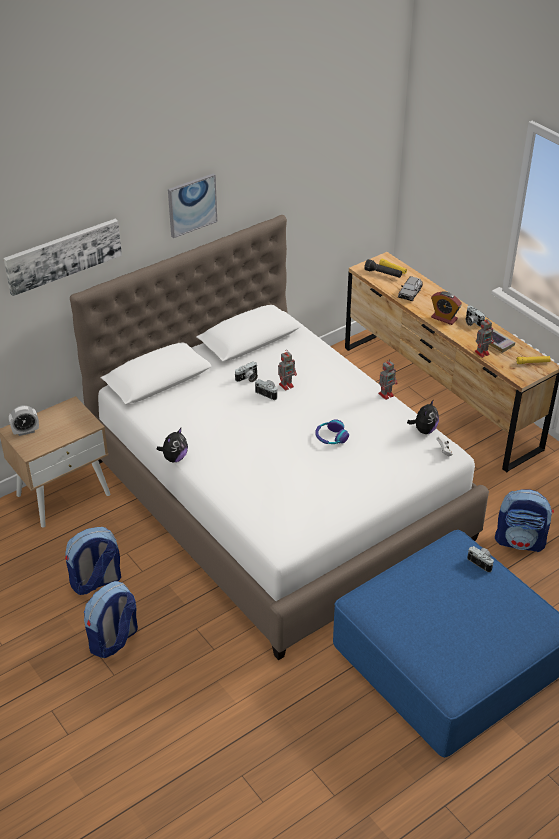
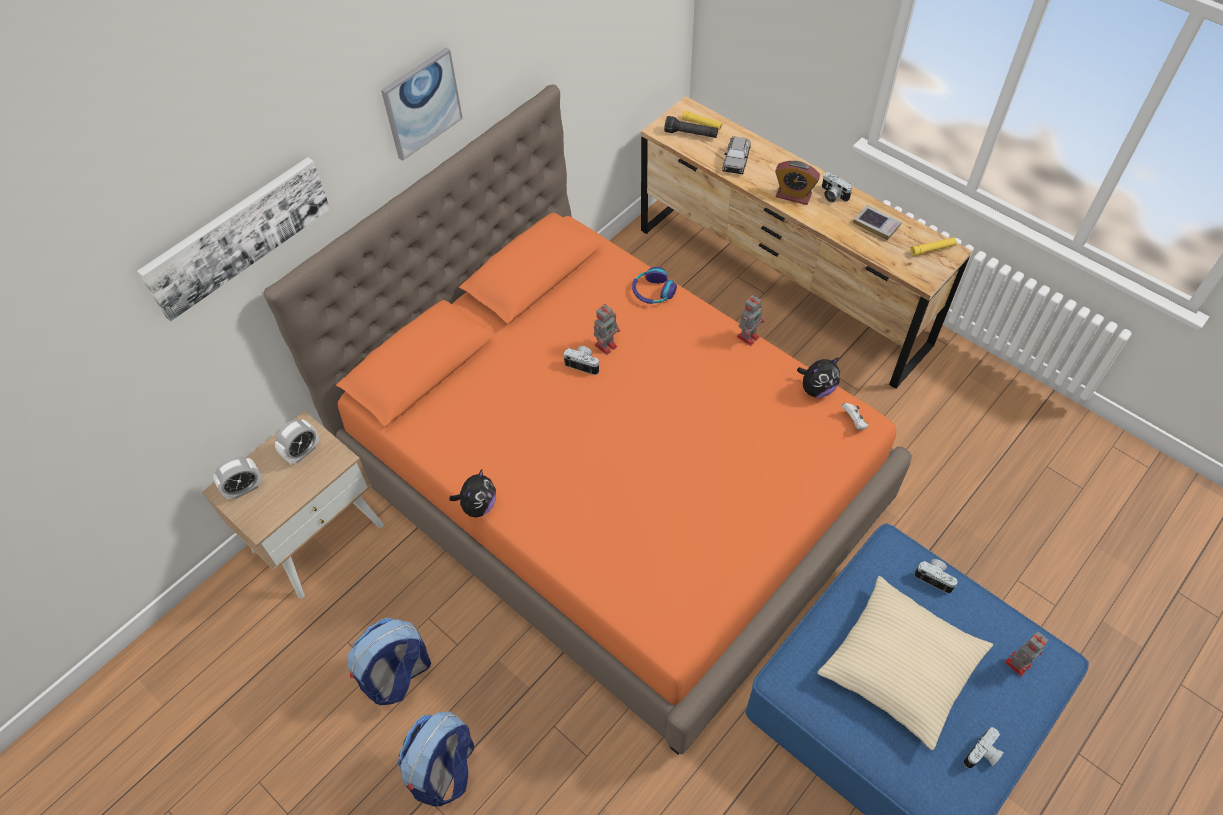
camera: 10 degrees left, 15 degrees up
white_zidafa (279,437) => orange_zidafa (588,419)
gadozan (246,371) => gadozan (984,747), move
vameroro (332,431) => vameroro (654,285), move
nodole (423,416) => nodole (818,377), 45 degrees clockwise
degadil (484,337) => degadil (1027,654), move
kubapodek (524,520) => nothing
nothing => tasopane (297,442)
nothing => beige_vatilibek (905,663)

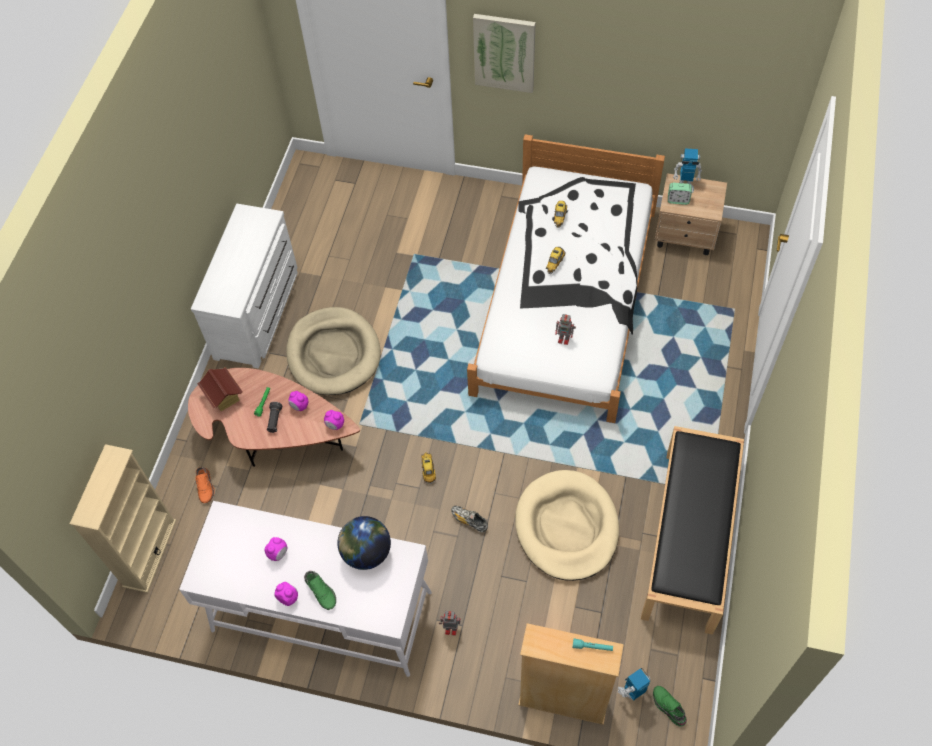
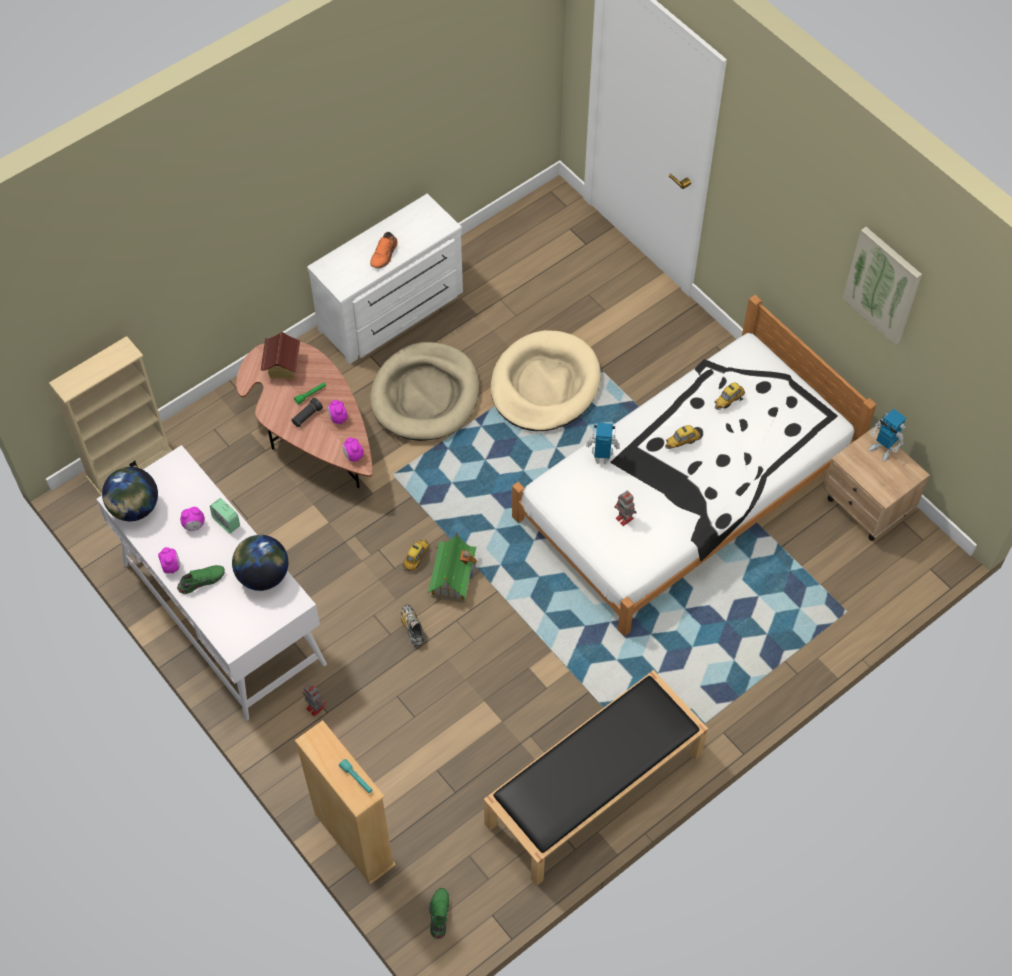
camera: 35 degrees right, 0 degrees up
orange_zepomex (205,485) => orange_zepomex (384,250), move
green_zepomex (320,590) => green_zepomex (201,579), 120 degrees counterclockwise
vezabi (504,53) => vezabi (882,286), move
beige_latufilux (567,525) => beige_latufilux (546,380), move
degadil (634,684) => degadil (603,443), move
tasopane (680,194) => tasopane (225,516), move
nothing => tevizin (130,494)
nothing => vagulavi (452,568)

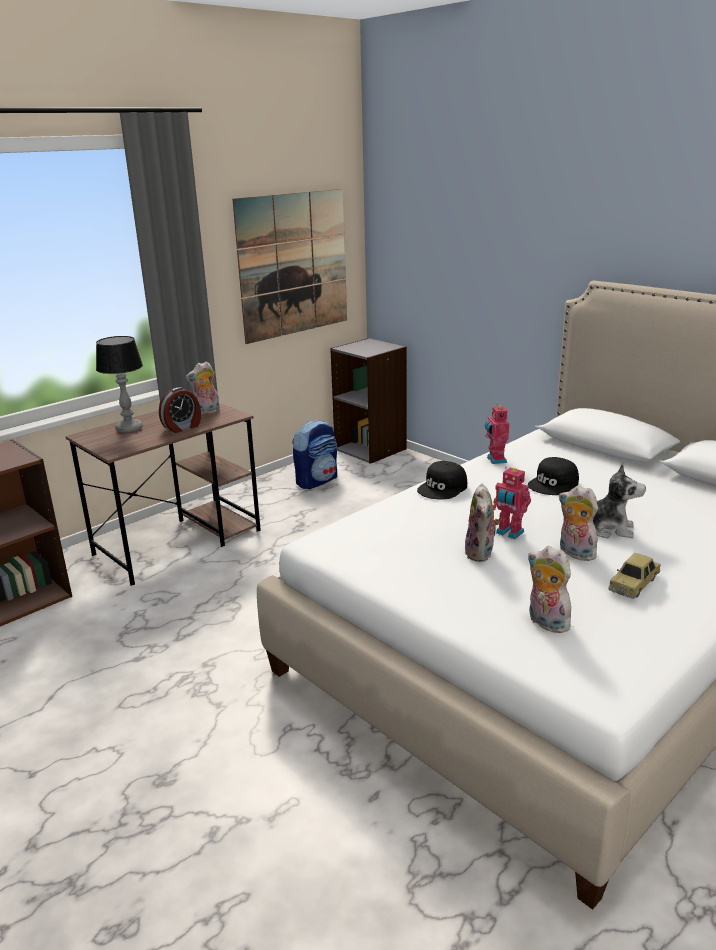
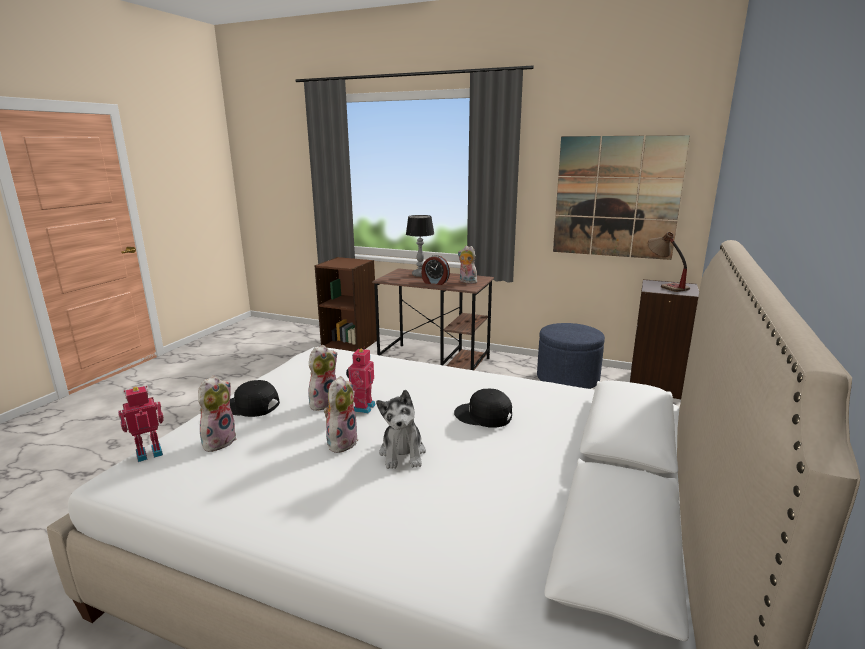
camera: 65 degrees right, 5 degrees down
kubapodek (314,454) => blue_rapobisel (571,356)
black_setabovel (442,480) => black_setabovel (255,398), move
nodole (482,523) => nodole (322,378), 150 degrees clockwise
degadil (497,434) => degadil (141,424), move
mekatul (634,576) => nothing
nothing => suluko (669,262)

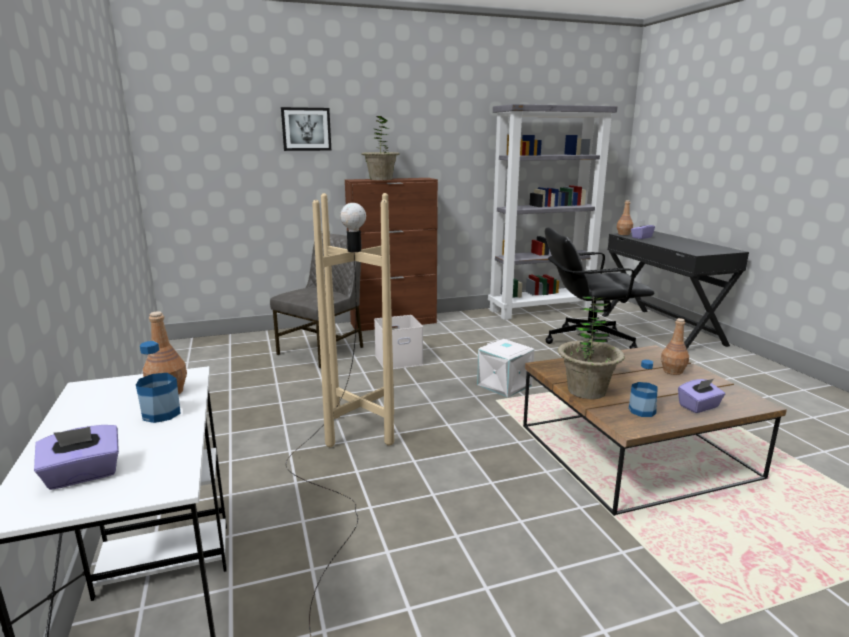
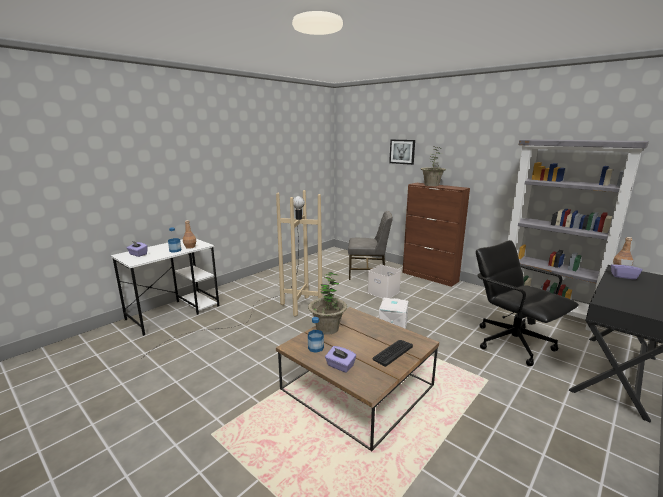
camera: 60 degrees right, 0 degrees up
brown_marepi (675,346) => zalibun (392,353)

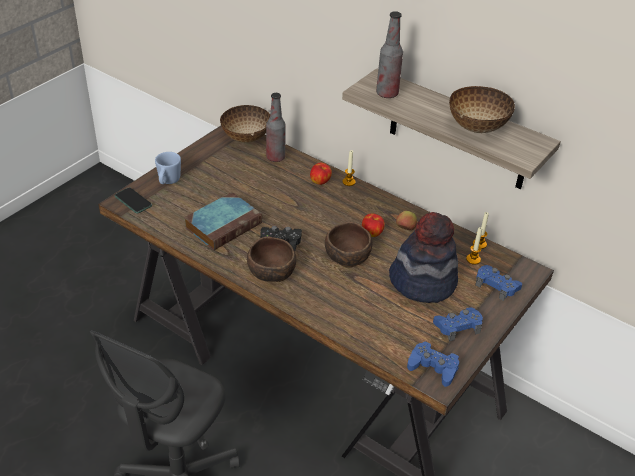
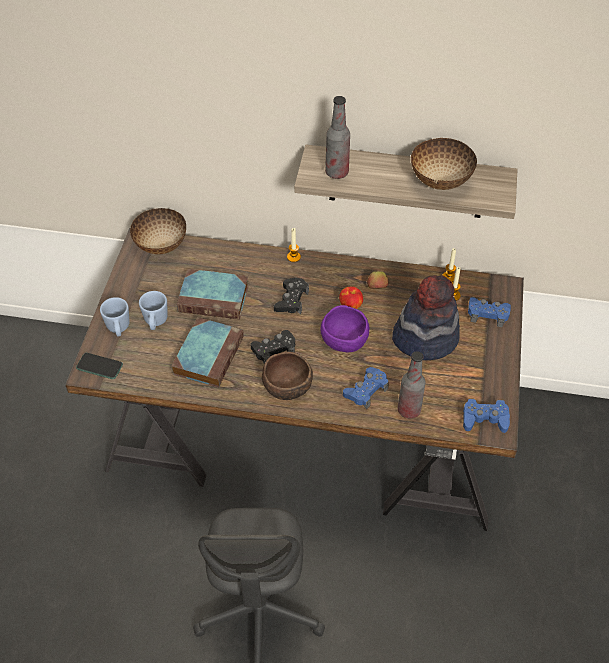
camera: 25 degrees left, 10 degrees up
marepi (275,127) => marepi (412,385), move
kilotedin (321,174) => nothing
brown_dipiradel (348,245) => purple_dipiradel (345,329)
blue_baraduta (458,324) => blue_baraduta (366,388), move
nothing => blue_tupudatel (153,310)
nothing => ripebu (213,294)
nothing => black_baraduta (291,296)

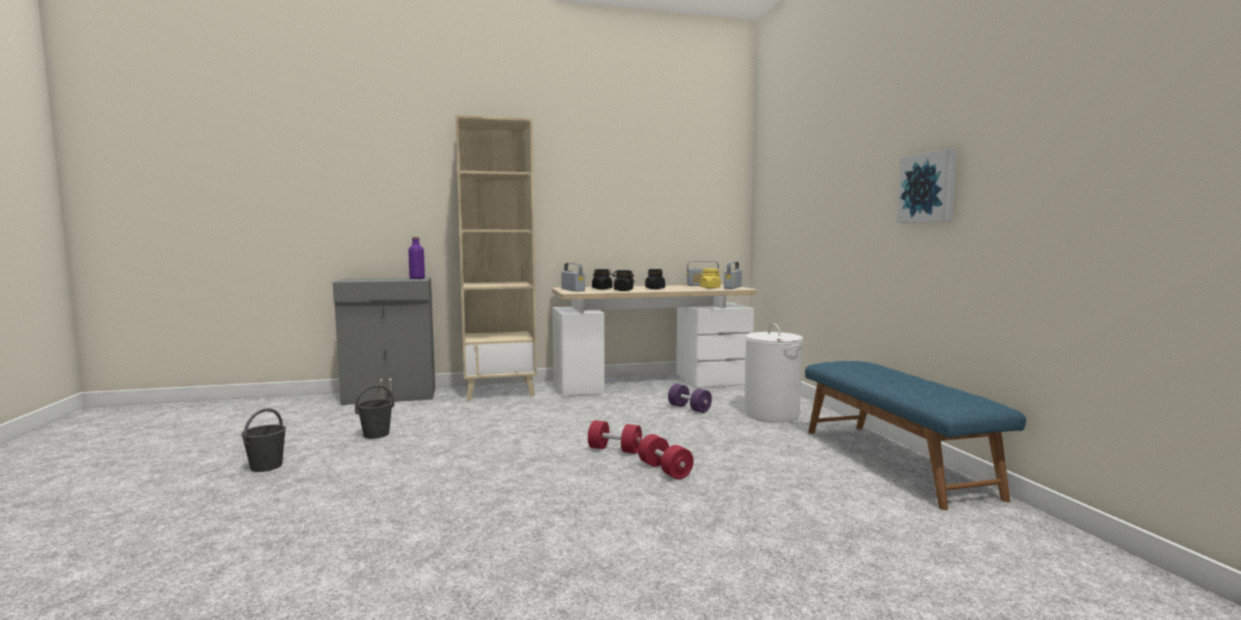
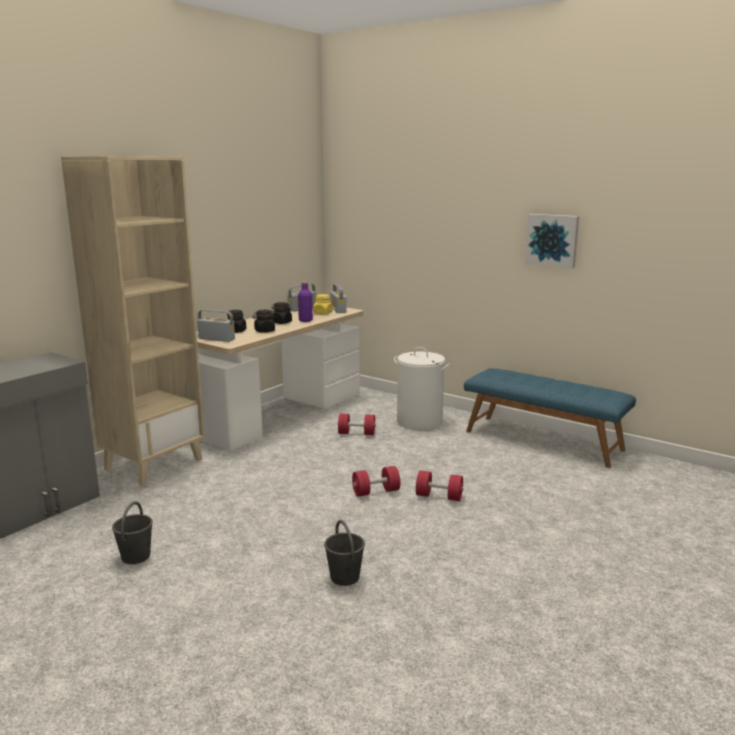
camera: 40 degrees left, 10 degrees up
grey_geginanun (263,440) => grey_geginanun (344,553), move
purple_marepi (416,258) => purple_marepi (305,302), move
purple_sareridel (690,398) => red_sareridel (357,424)

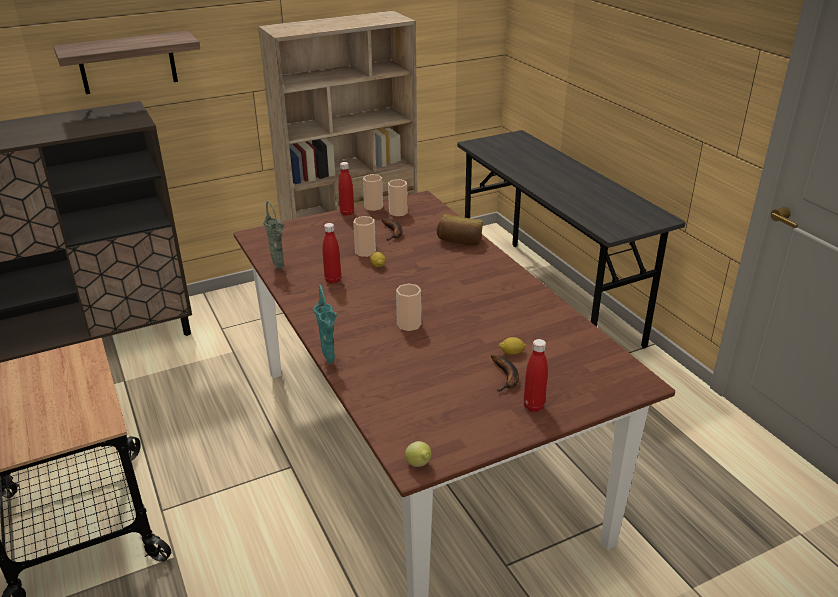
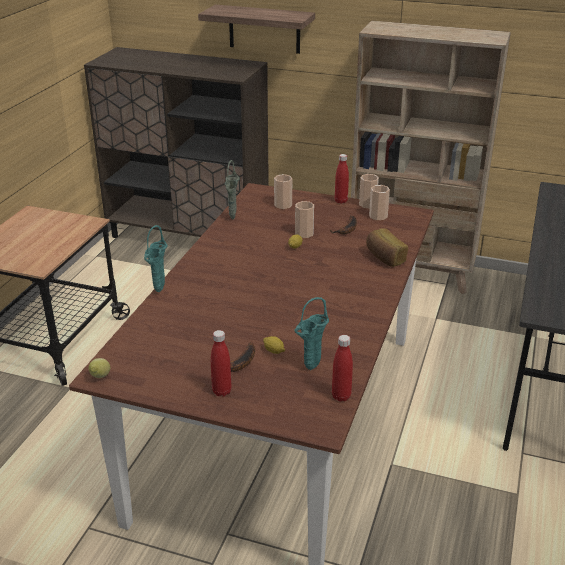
camera: 45 degrees right, 0 degrees up
red_marepi (332,253) => red_marepi (342,368), move
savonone (409,307) => savonone (283,191), move
nothing => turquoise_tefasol (311,333)

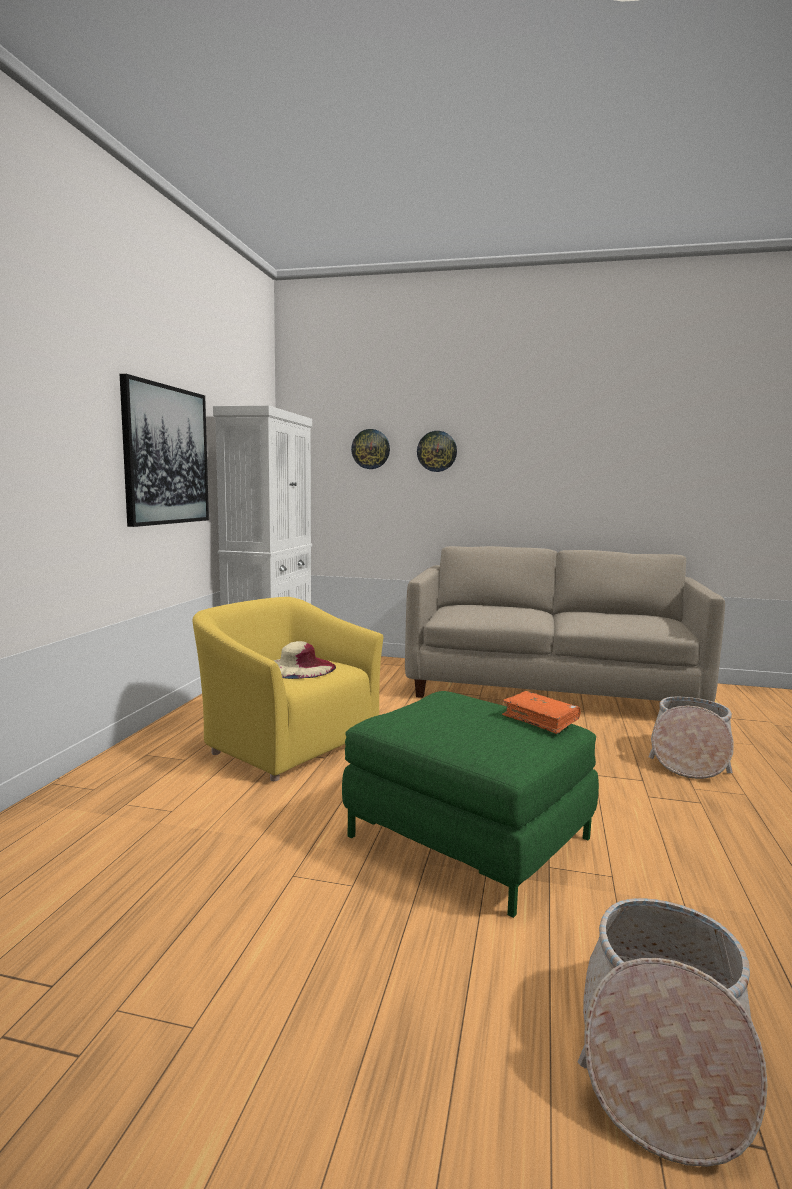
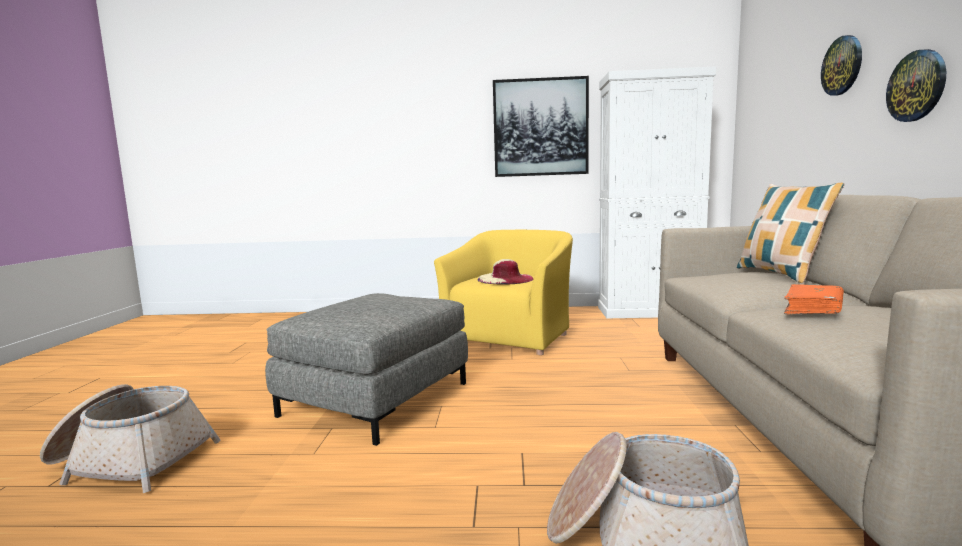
camera: 80 degrees right, 0 degrees up
green_rapobisel (470,804) => grey_rapobisel (366,369)
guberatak (370,449) => guberatak (916,85), move
orange_ripebu (541,712) => orange_ripebu (814,299), move
nothing => vatilibek (790,233)

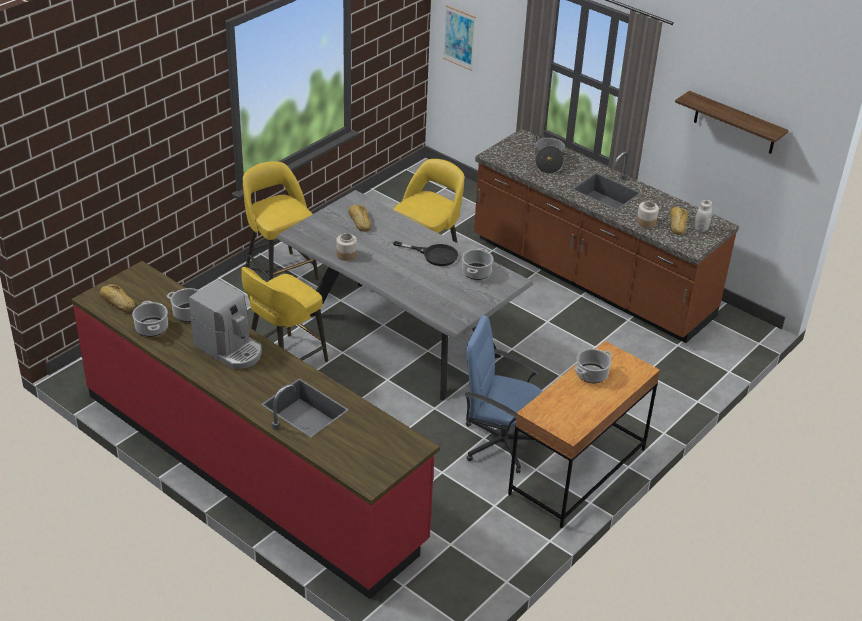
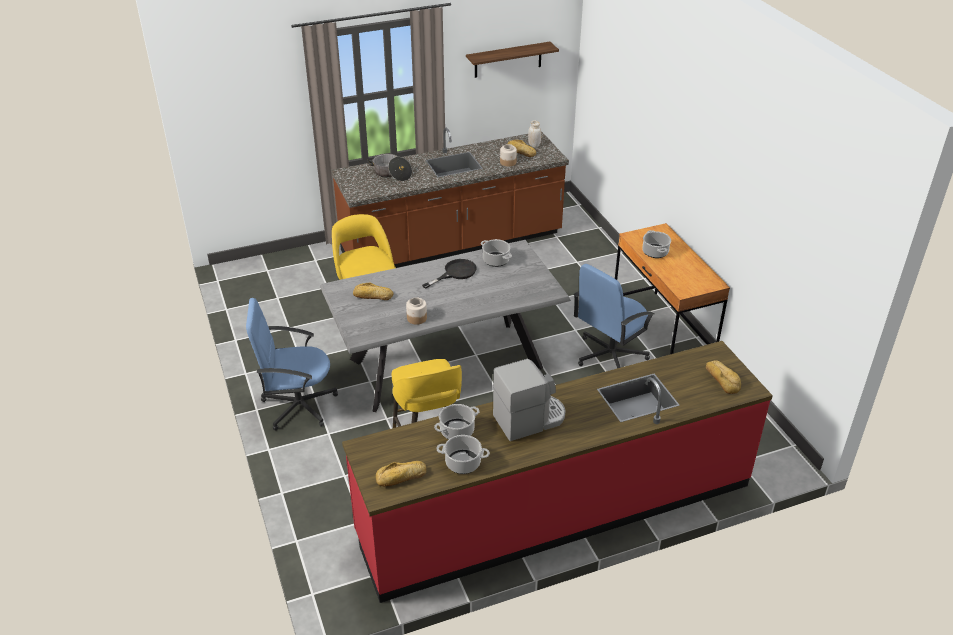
camera: 60 degrees left, 0 degrees up
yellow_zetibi (281,221) => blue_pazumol (292,364)
vezabi (459,38) => nothing
nothing => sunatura (723,377)

